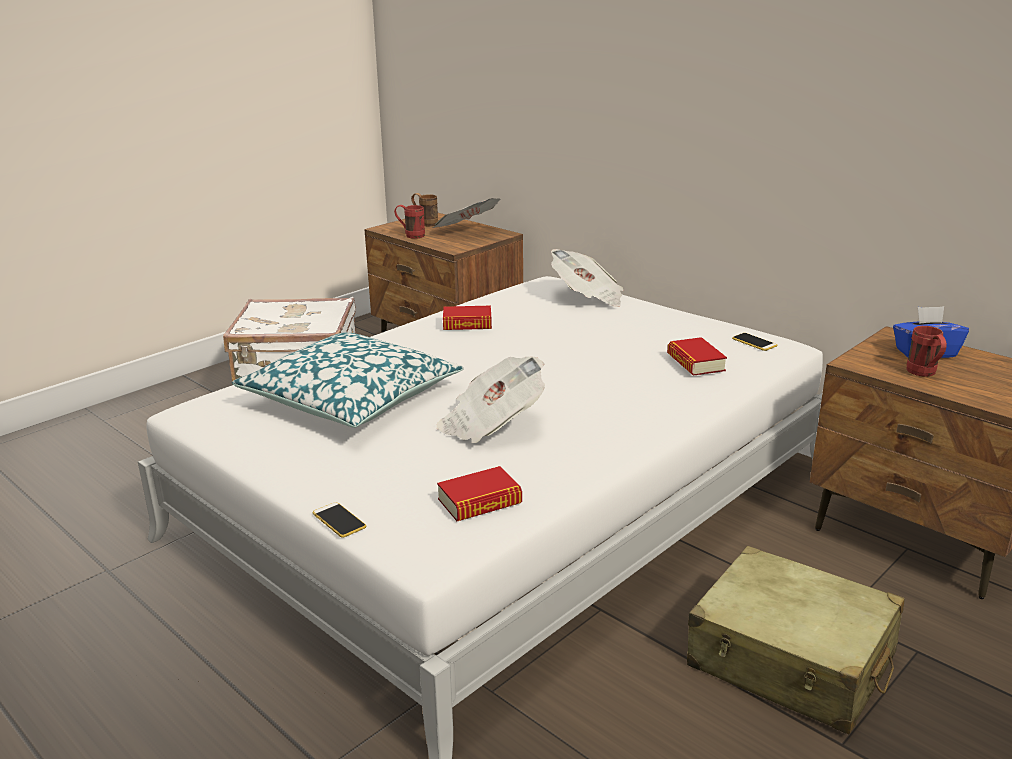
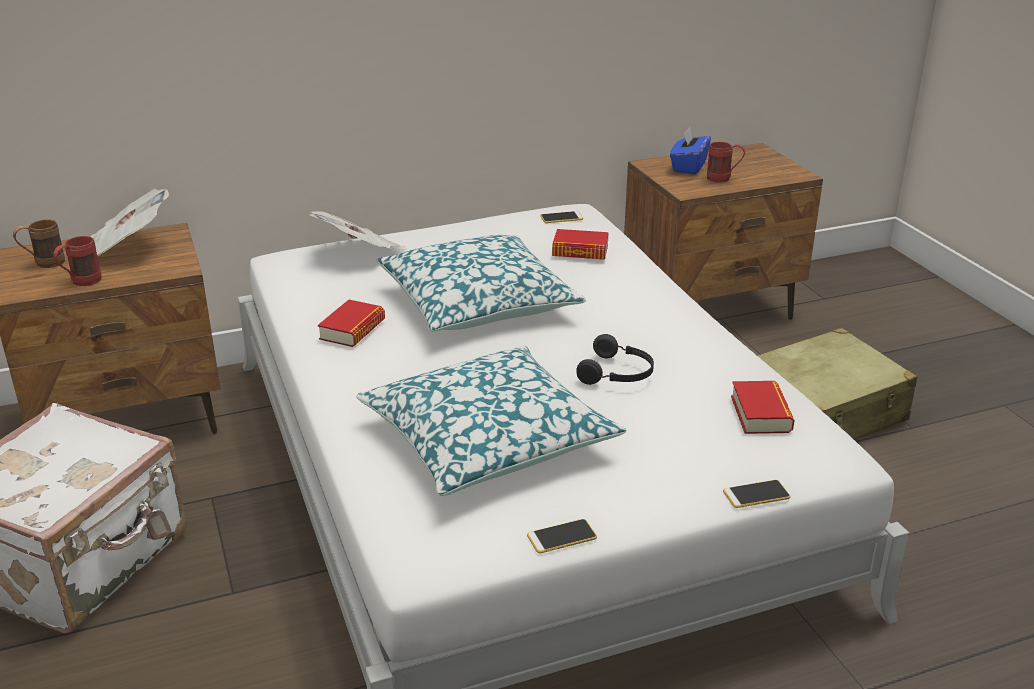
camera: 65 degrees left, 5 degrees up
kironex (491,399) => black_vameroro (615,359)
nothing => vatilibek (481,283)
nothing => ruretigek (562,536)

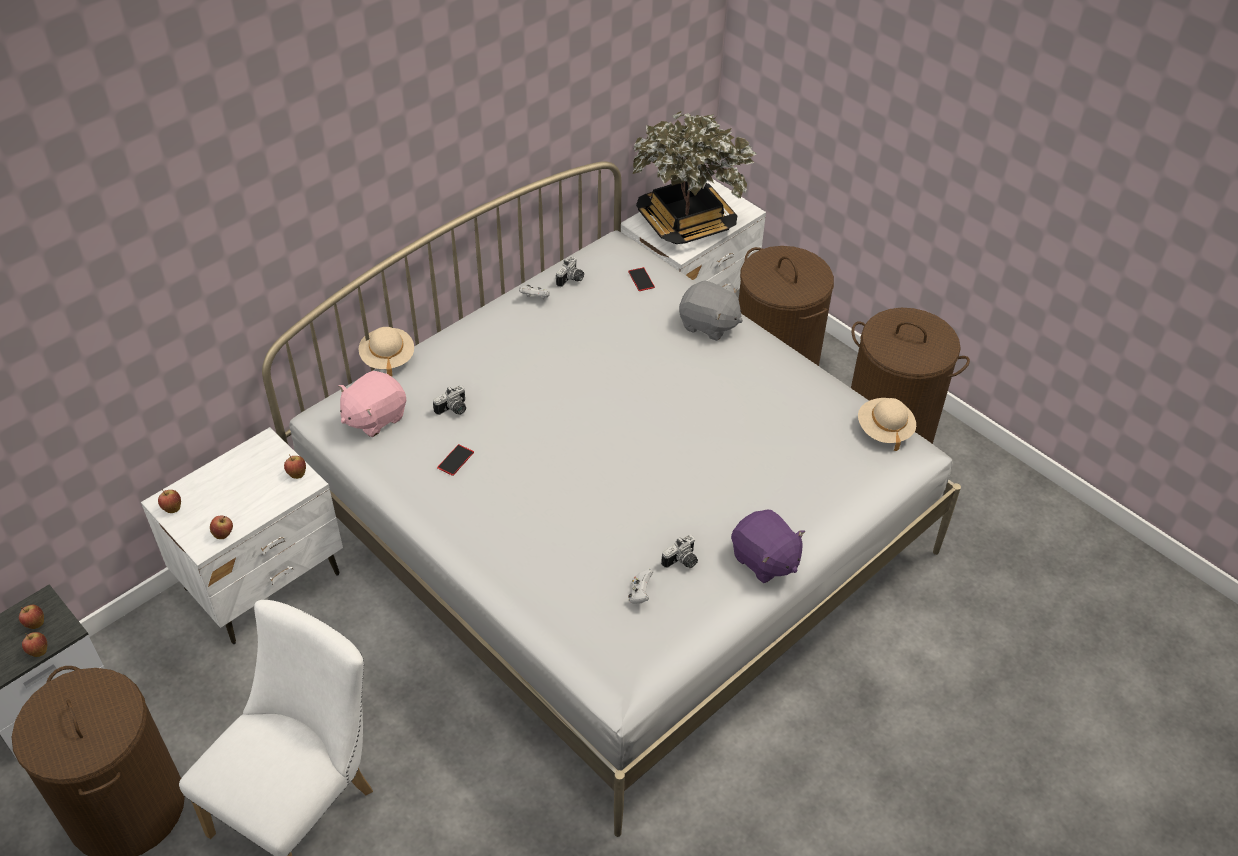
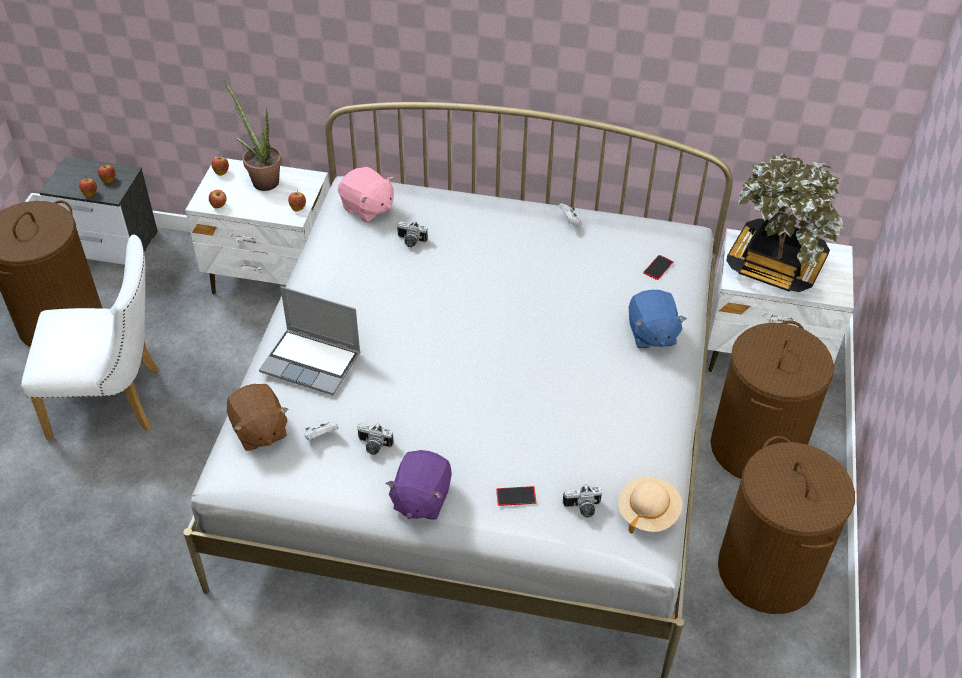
camera: 55 degrees right, 0 degrees up
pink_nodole (372,404) => pink_nodole (366,195), 150 degrees counterclockwise
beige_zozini (386,351) => nothing
ruretigek (455,460) => ruretigek (516,496), move
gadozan (570,271) => gadozan (582,501), move
grey_nodole (711,310) => blue_nodole (658,319)
nothing => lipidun (253,136)
nothing => brown_nodole (258,417)
nothing => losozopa (310,340)

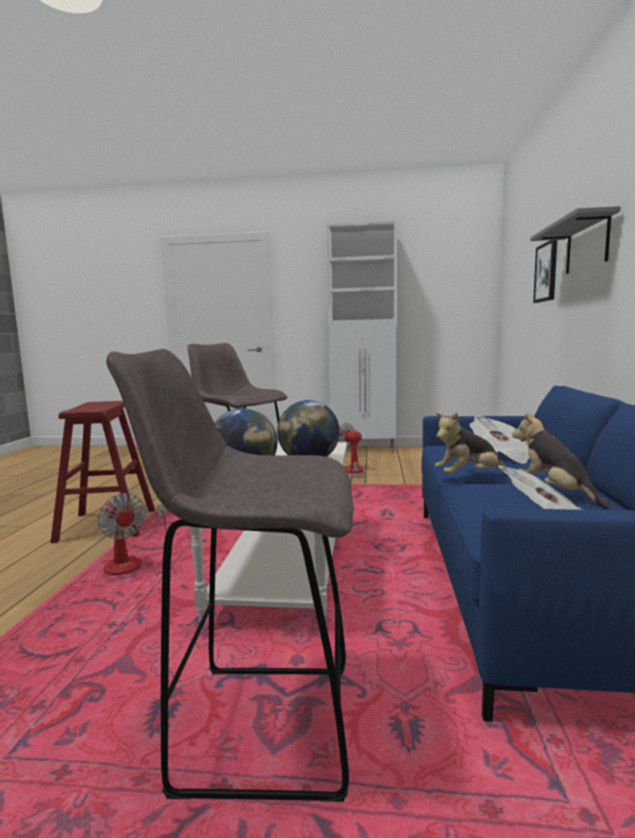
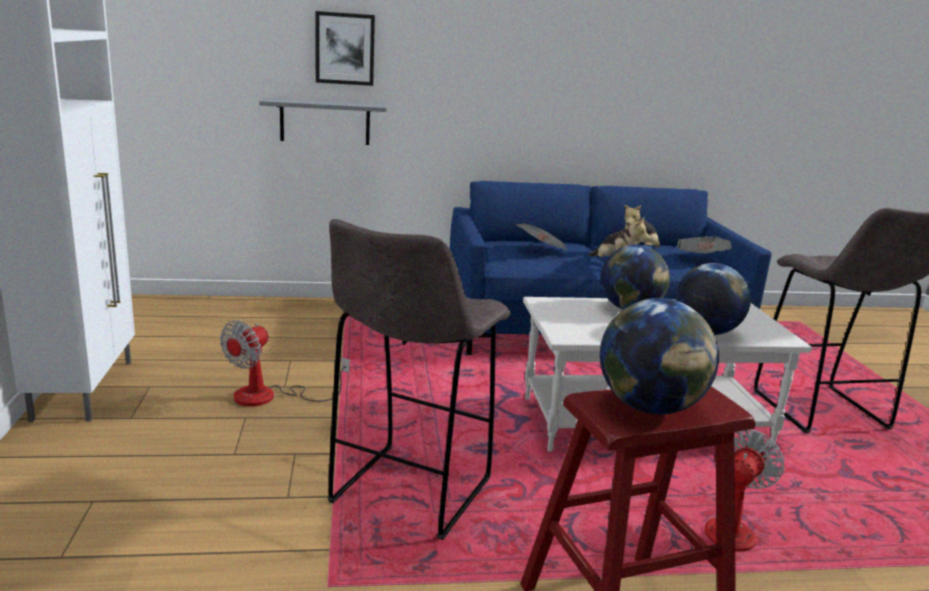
camera: 105 degrees left, 10 degrees up
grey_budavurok (575,240) => grey_budavurok (323,121), move
nothing => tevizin (659,356)

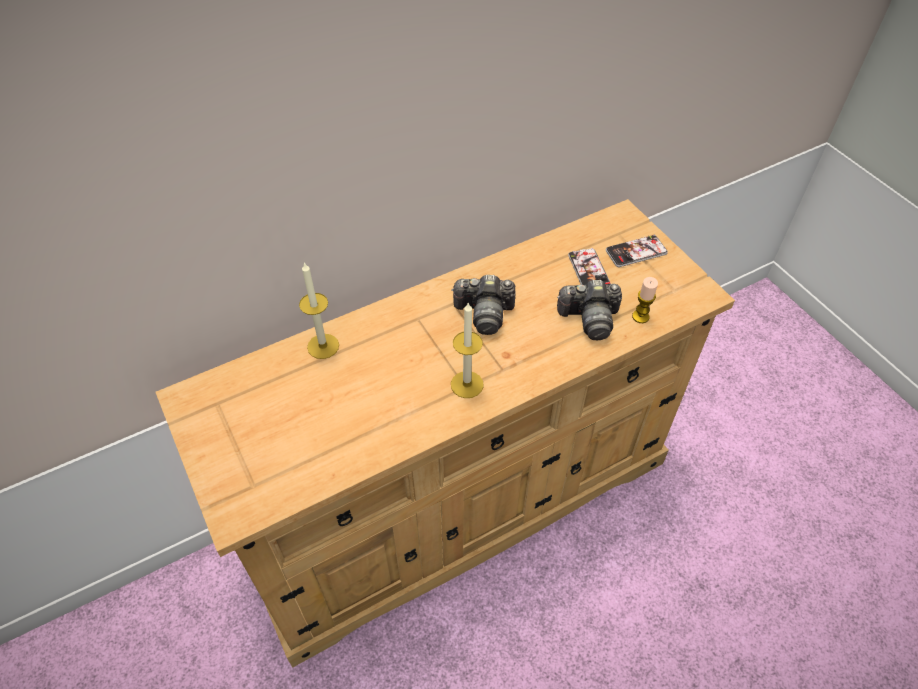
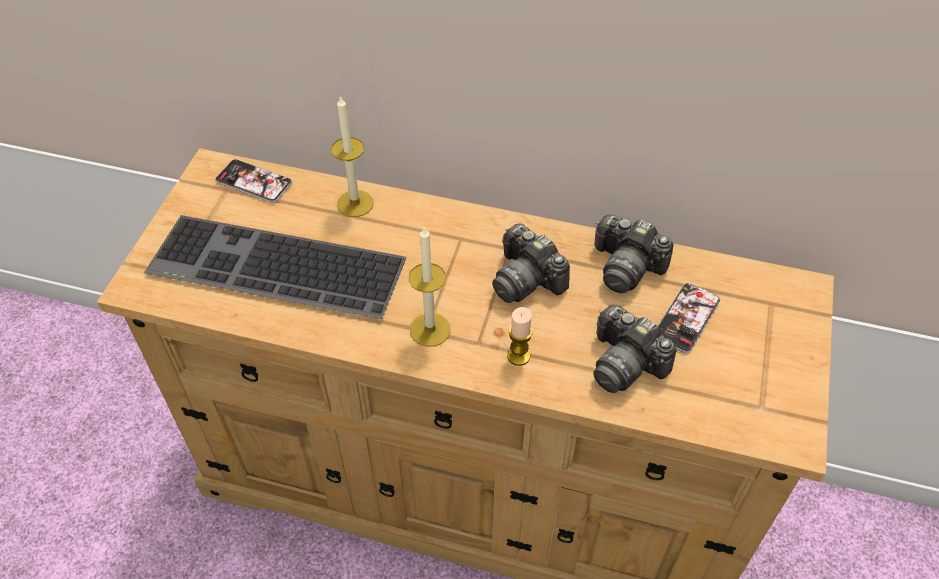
camera: 45 degrees right, 0 degrees up
ruretigek (637,250) => ruretigek (253,181), move
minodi (645,300) => minodi (520,336), move
nothing => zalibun (275,267)
nothing => gadozan (634,253)

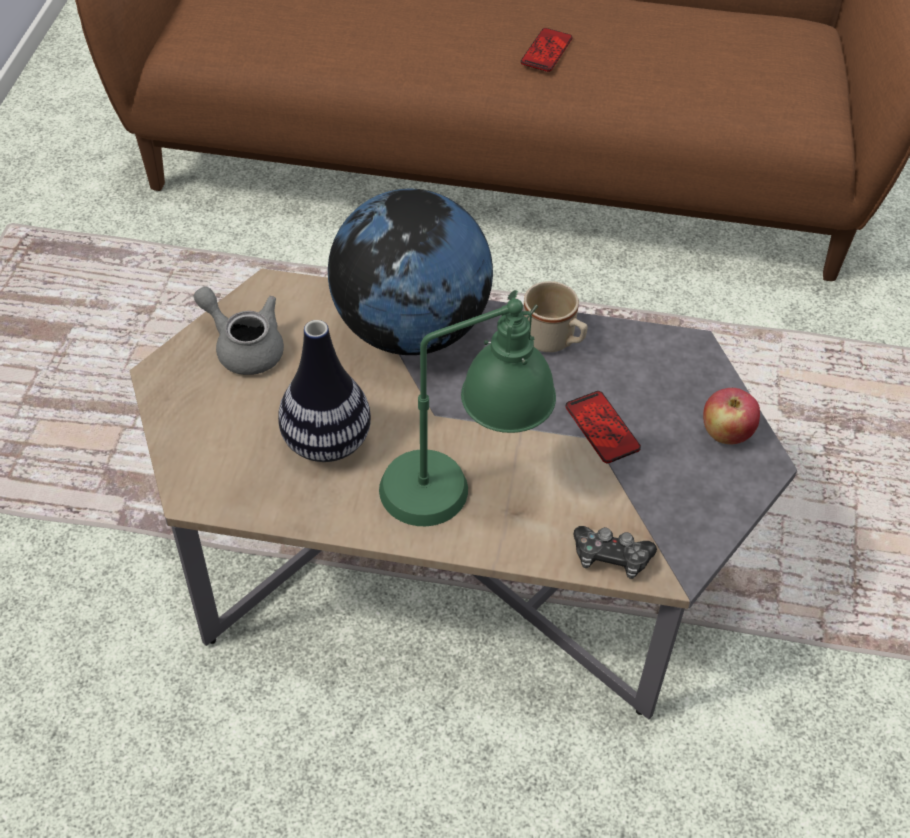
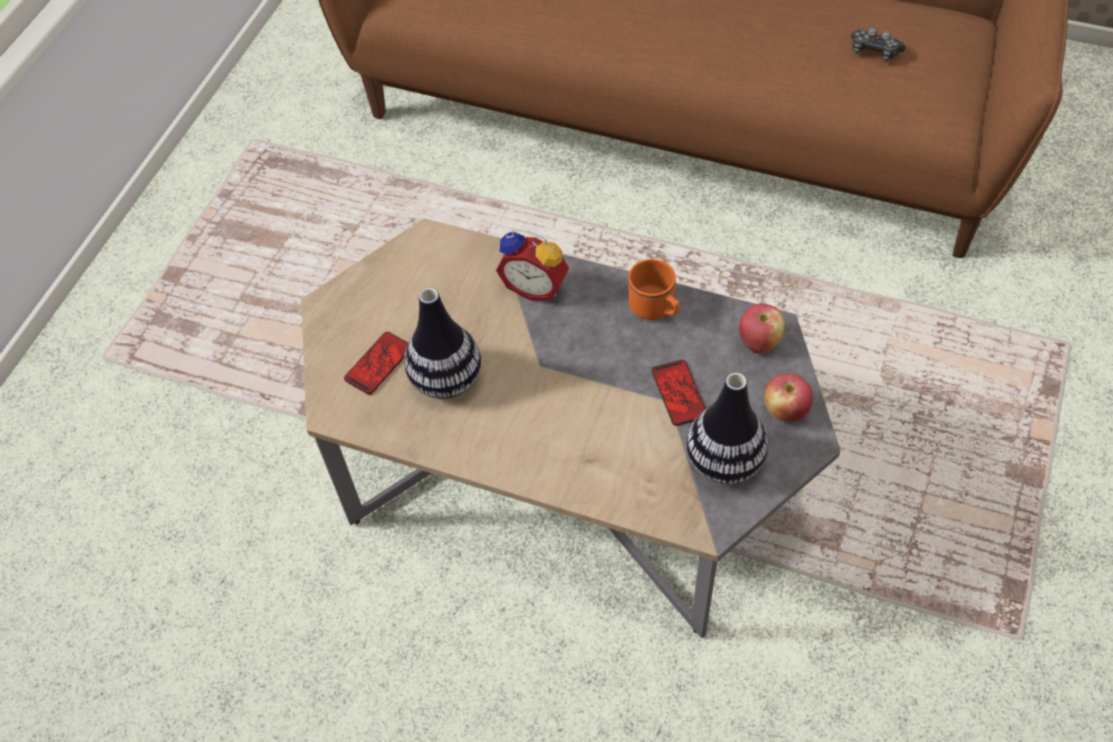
camera: 15 degrees right, 5 degrees up
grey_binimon (239,331) => nothing
tevizin (410,272) => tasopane (532,265)
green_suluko (467,408) => nothing
ruretigek (546,50) => ruretigek (376,363), move
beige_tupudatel (555,316) => orange_tupudatel (654,289)
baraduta (615,552) => baraduta (878,44), move
nothing => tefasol (727,428)
nothing => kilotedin (762,328)

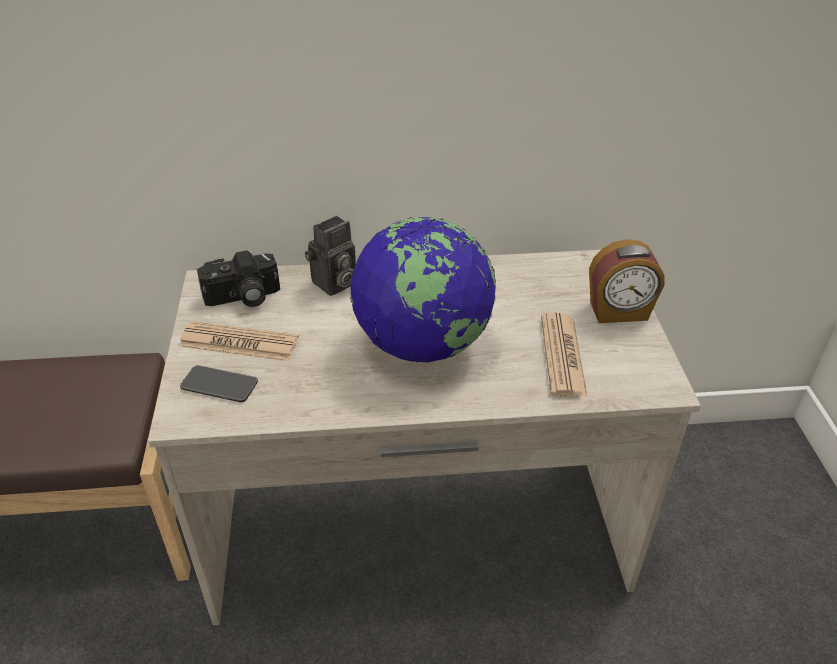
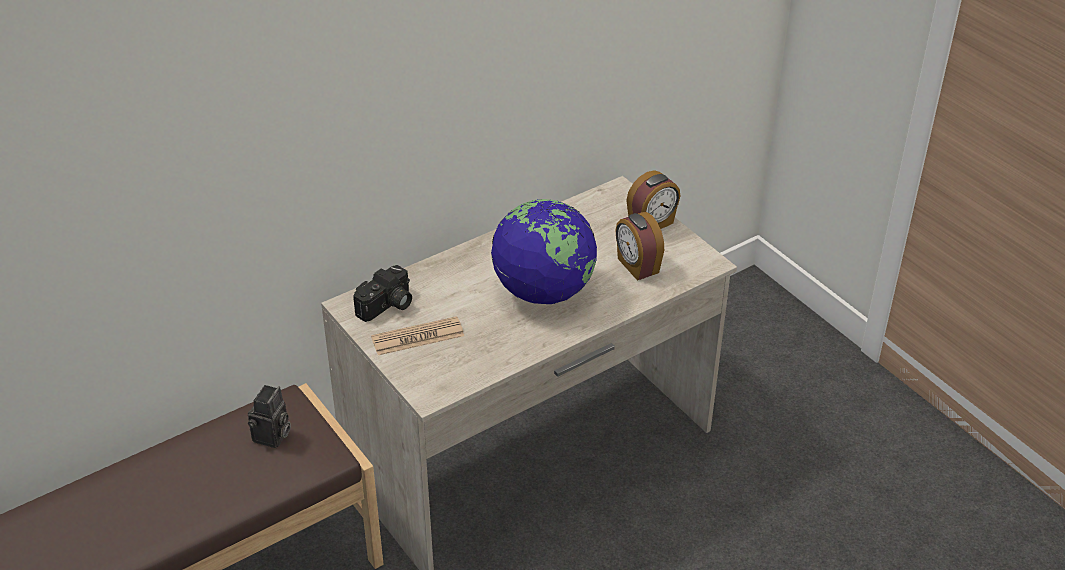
camera: 30 degrees left, 0 degrees up
ruretigek (219,383) => nothing
gadozan (330,256) => gadozan (269,416), move
kironex (564,354) => tasopane (640,246)

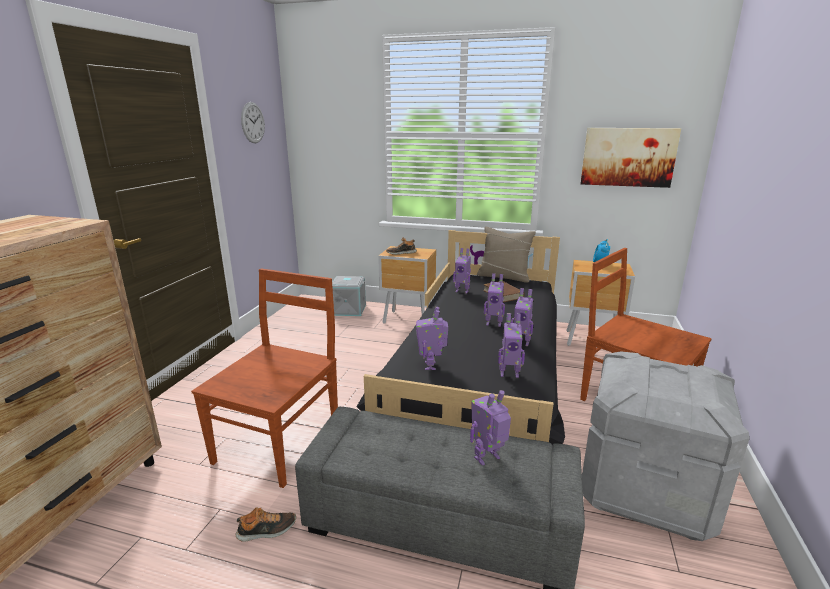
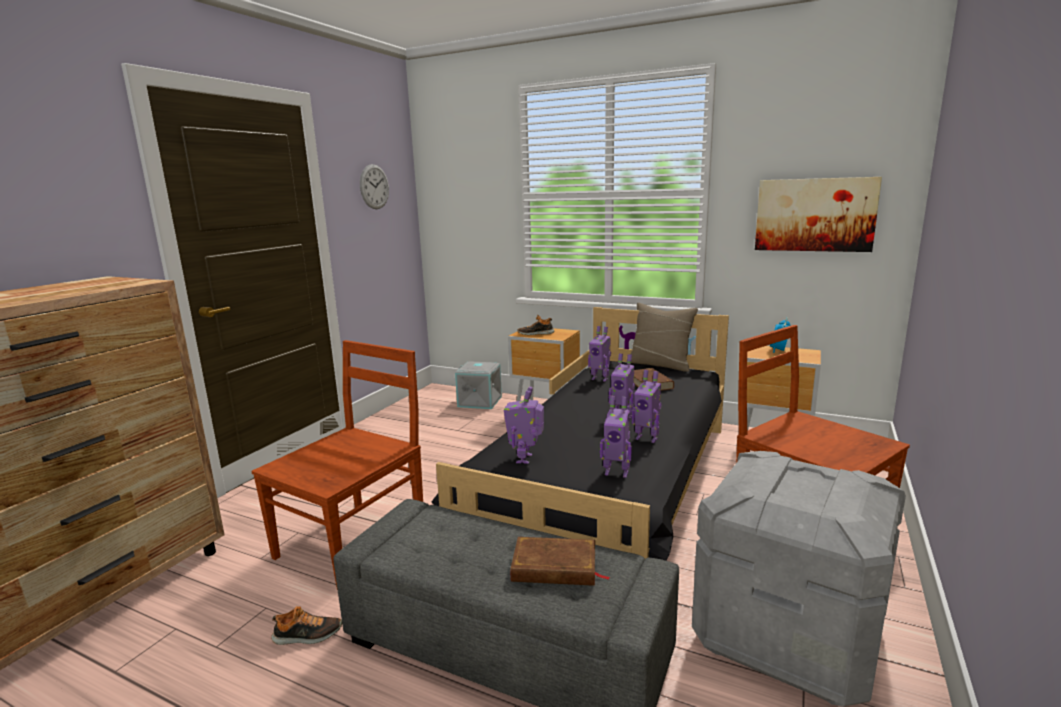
camera: 10 degrees right, 5 degrees down
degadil (490,428) => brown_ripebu (560,561)

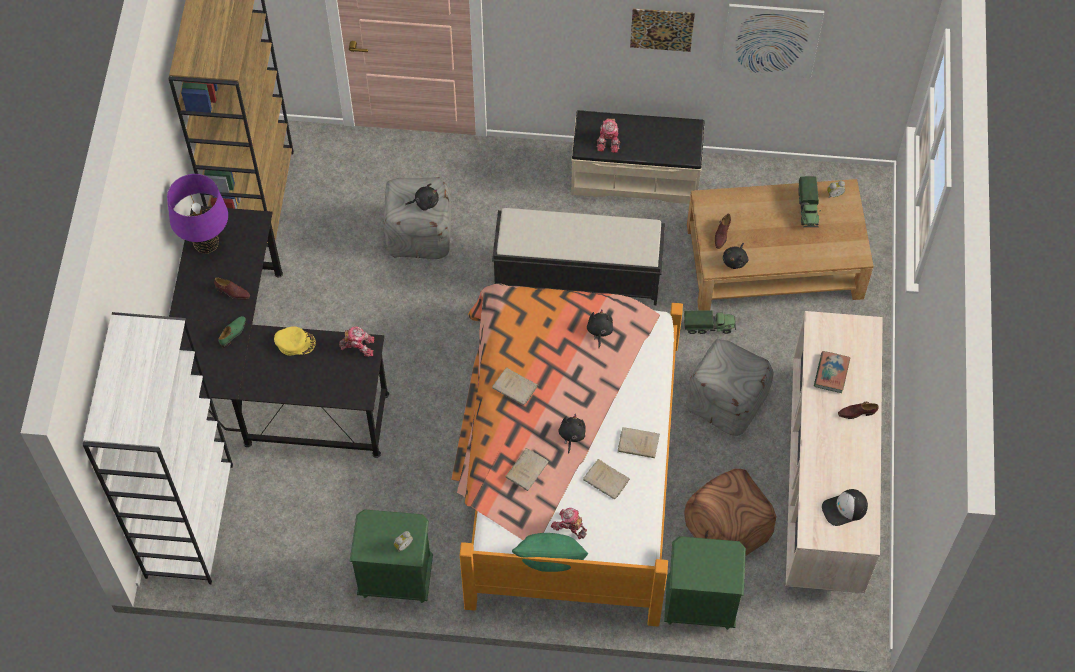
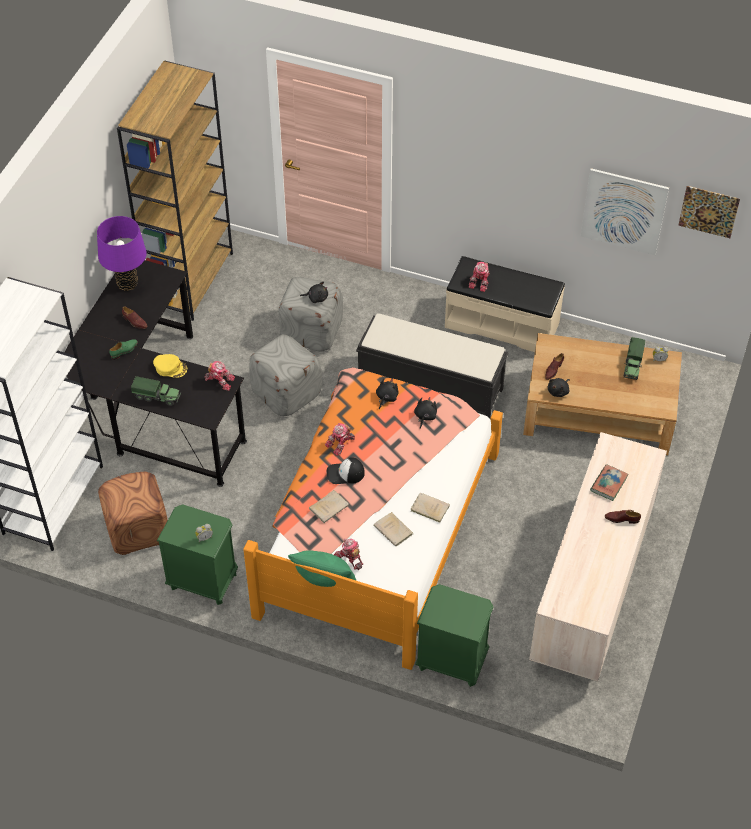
camera: 15 degrees right, 10 degrees down
beige_ripebu (515,386) => degadil (340,439)
black_nodole (572,434) => black_nodole (387,393), move
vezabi (662,30) => vezabi (709,212), move
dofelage (710,322) => dofelage (156,391), move
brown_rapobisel (730,512) => brown_rapobisel (133,513), move
grey_rapobisel (730,387) => grey_rapobisel (285,375), move
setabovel (845,507) => setabovel (346,470), move

